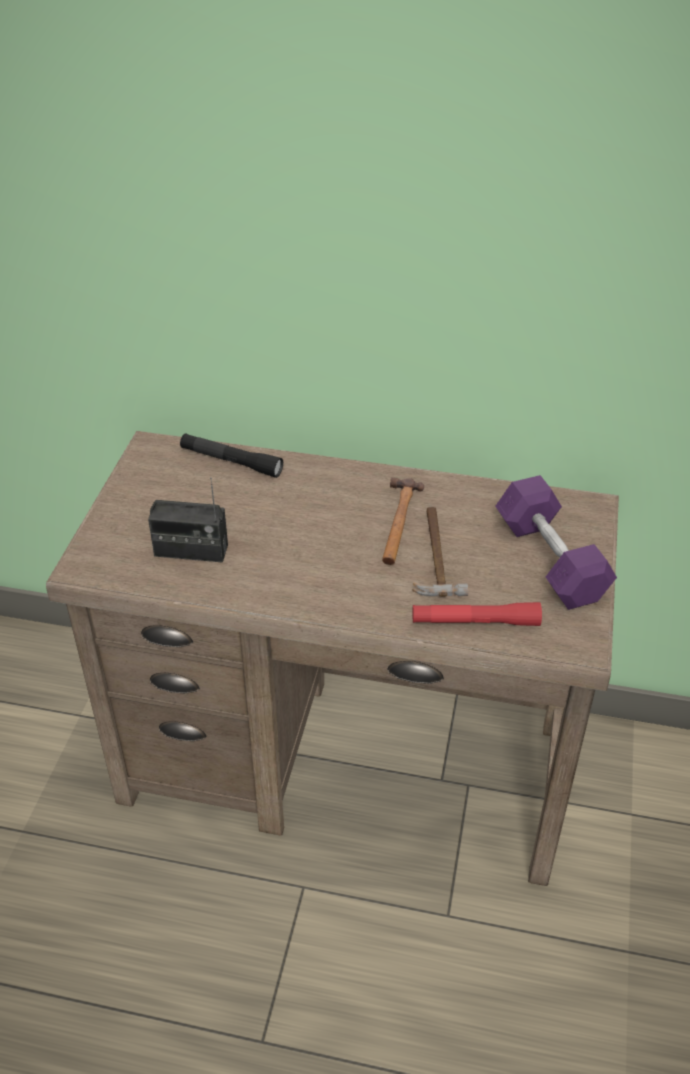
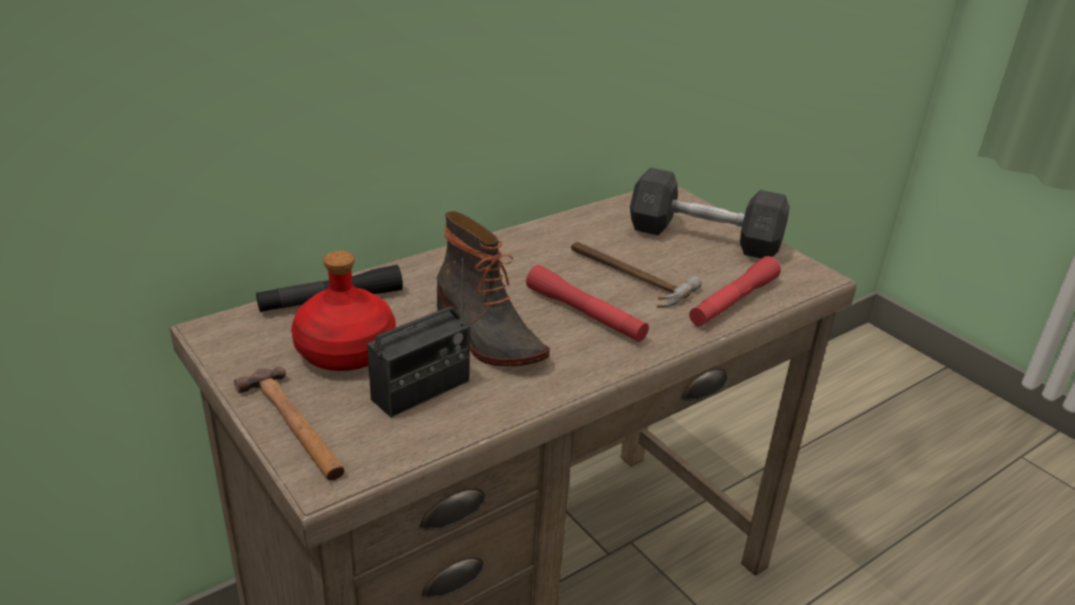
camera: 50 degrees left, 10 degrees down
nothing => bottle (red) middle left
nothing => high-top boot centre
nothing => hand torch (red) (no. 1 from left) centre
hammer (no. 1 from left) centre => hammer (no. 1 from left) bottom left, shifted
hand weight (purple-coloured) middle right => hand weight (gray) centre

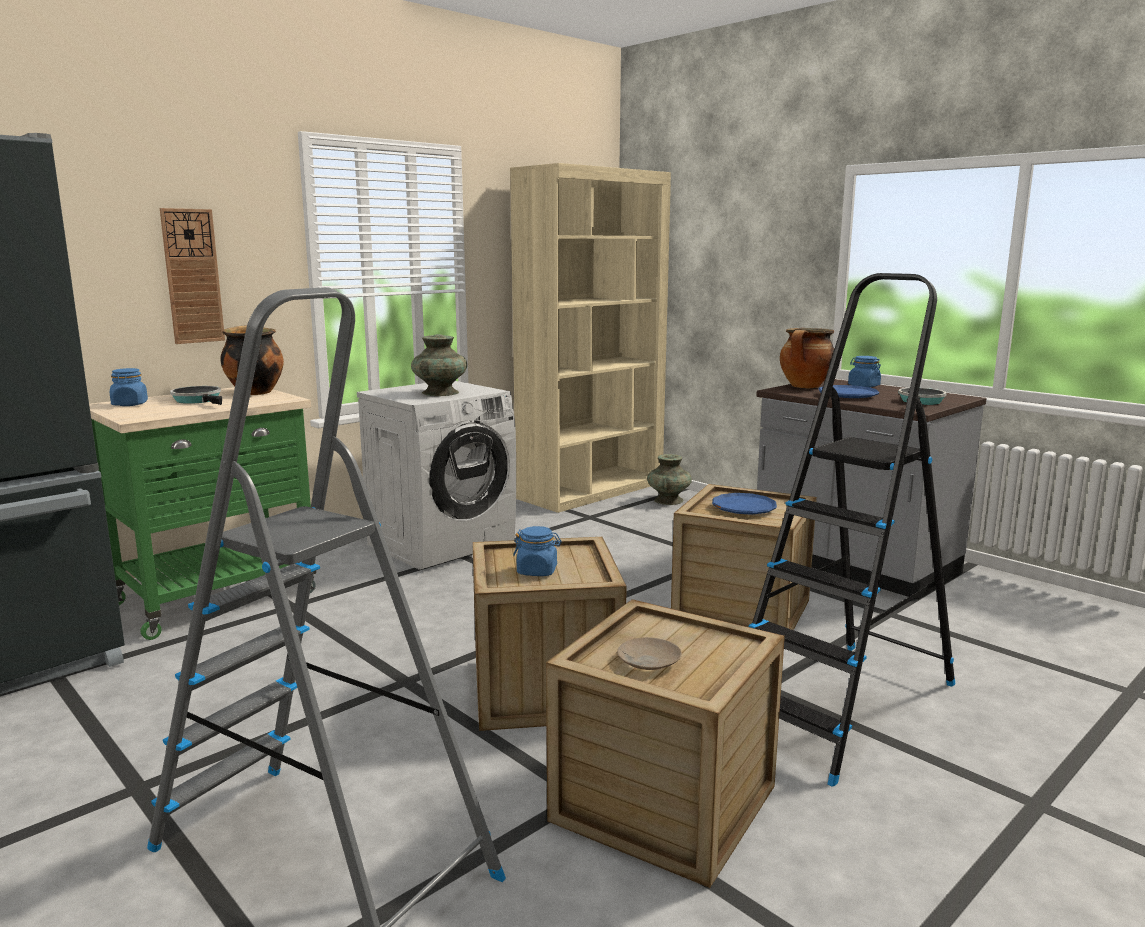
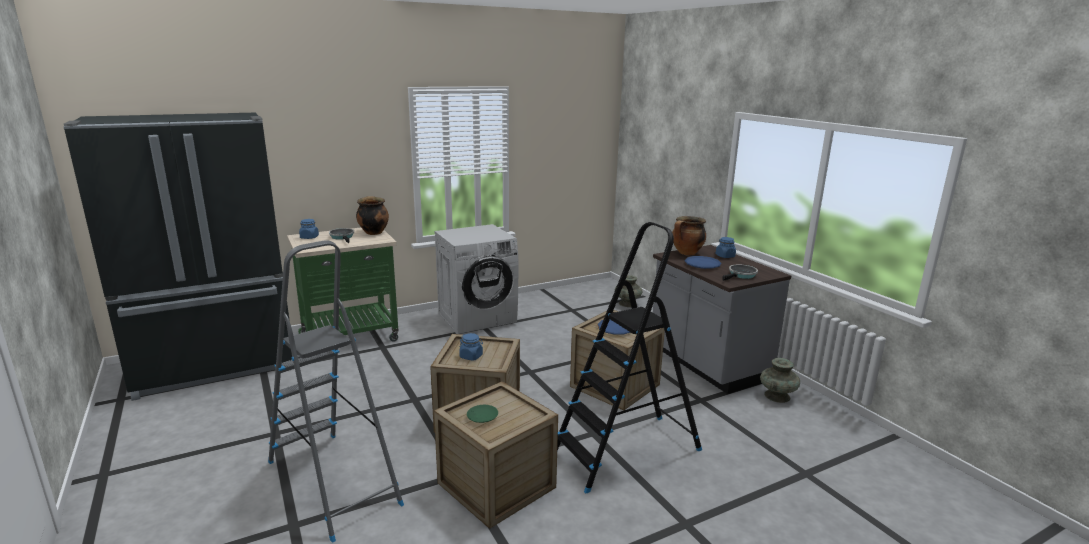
camera: 15 degrees right, 5 degrees up
wall clock top left => nothing
shelving unit (beige-coloured) centre => nothing
vase (blue-green) (no. 1 from left in the first image) centre => vase (blue-green) (no. 2 from left) bottom right, shifted
plate (beige-coloured) bottom centre => plate (greenish) bottom centre

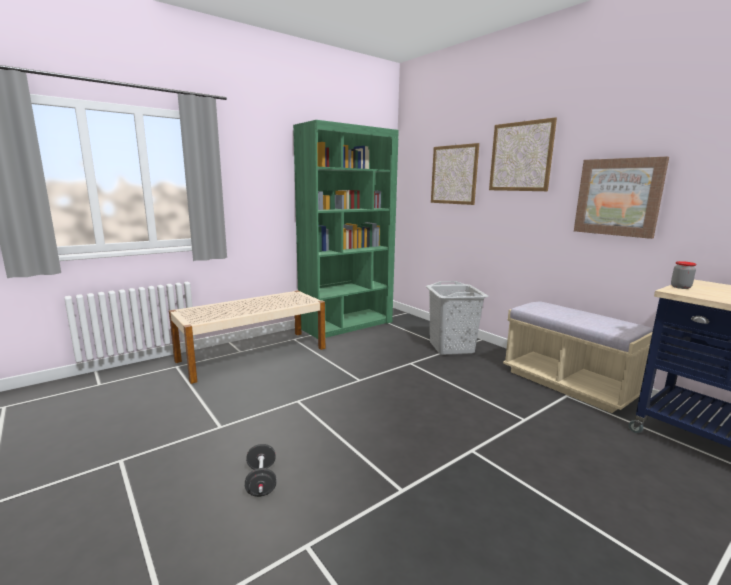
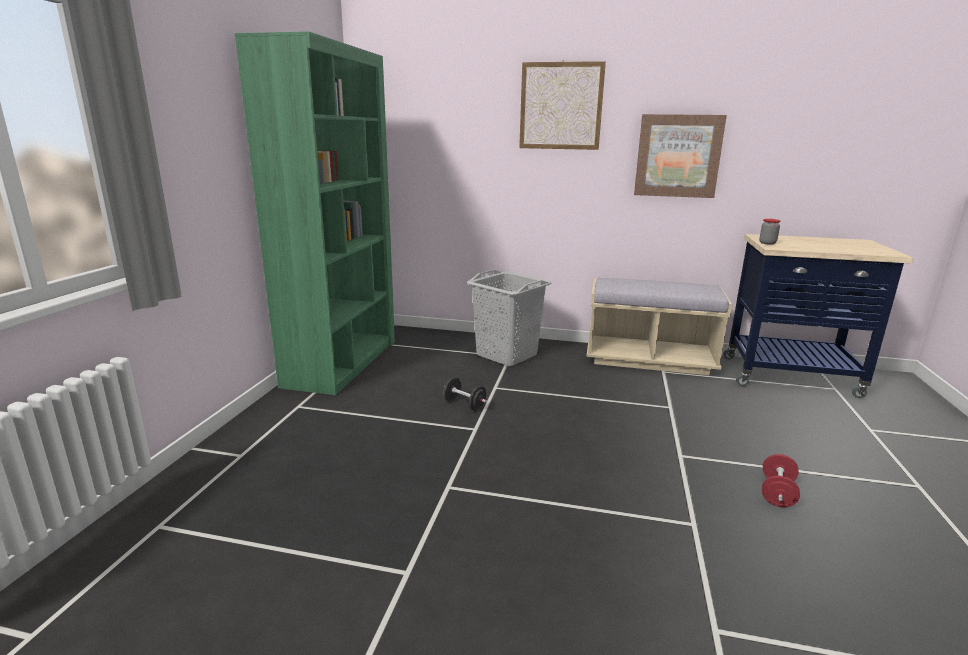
camera: 40 degrees left, 5 degrees up
long seat (beige-coloured) (no. 1 from left) centre => nothing
wall art (no. 1 from left) top centre => nothing
nothing => hand weight (red) bottom right
hand weight (black-coloured) bottom centre => hand weight (black-coloured) centre, shifted

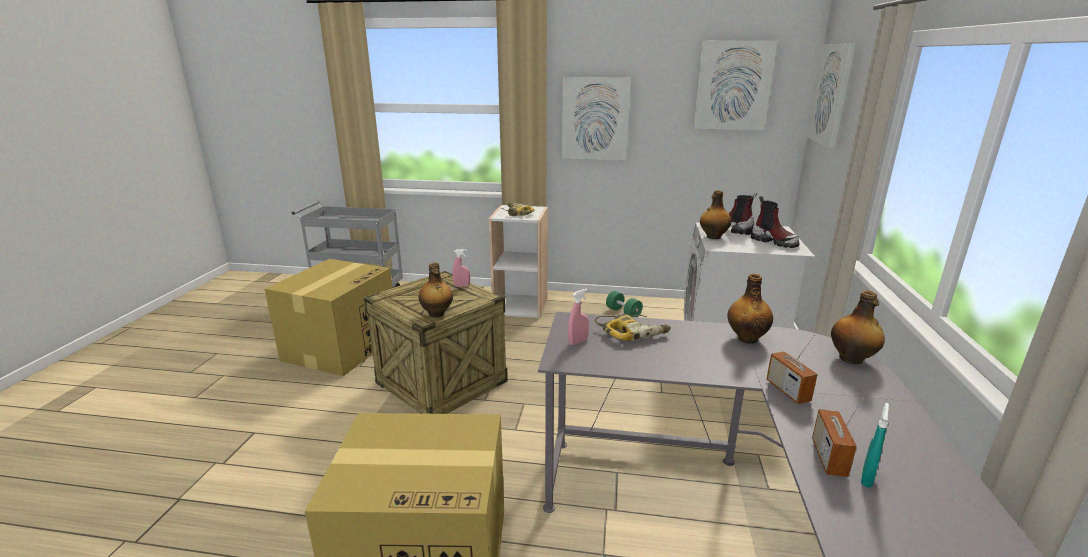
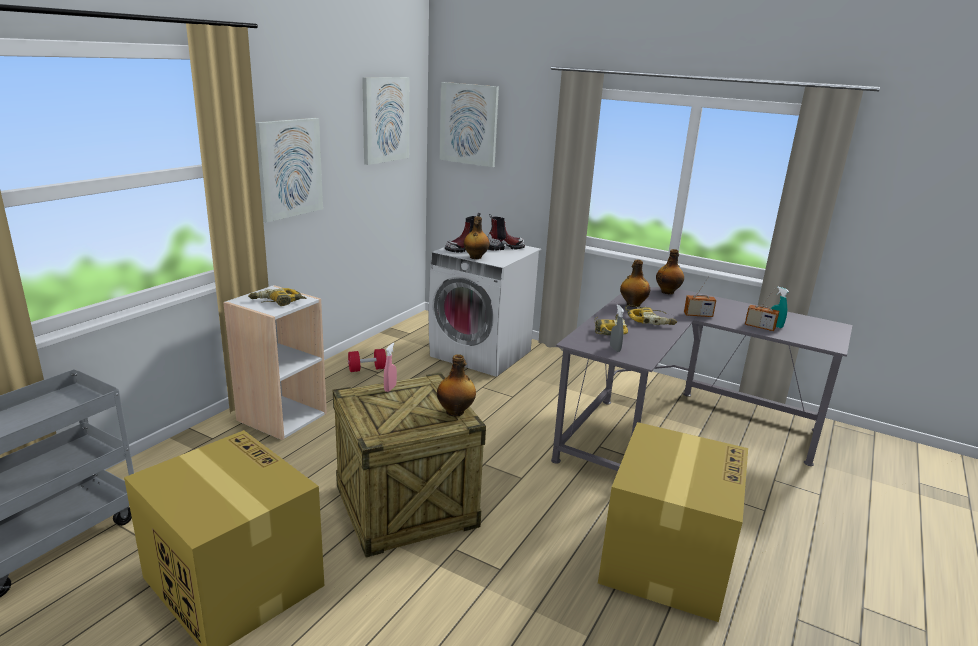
camera: 70 degrees left, 0 degrees up
nothing => power drill (no. 3 from left) centre
spray bottle (pink-coloured) (no. 2 from left) centre => spray bottle (gray) centre
hand weight (greenish) centre => hand weight (red) centre

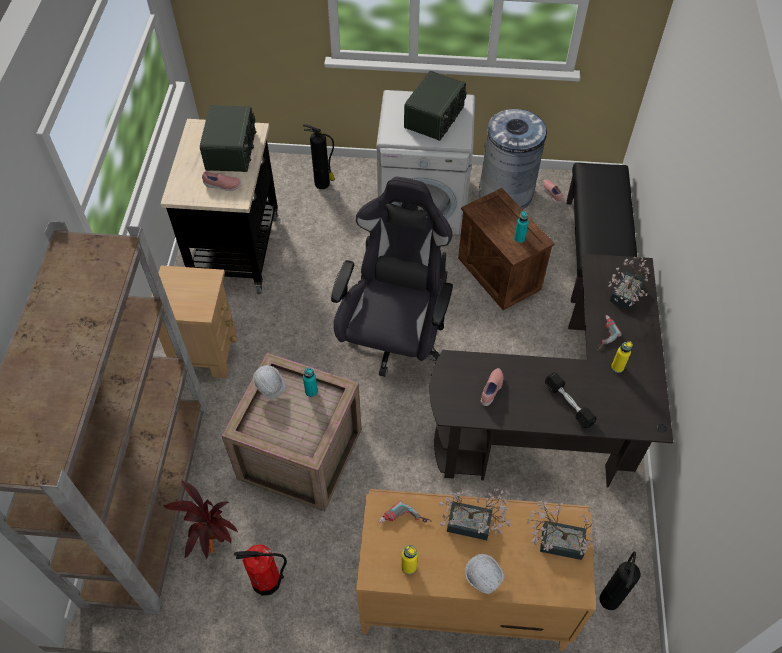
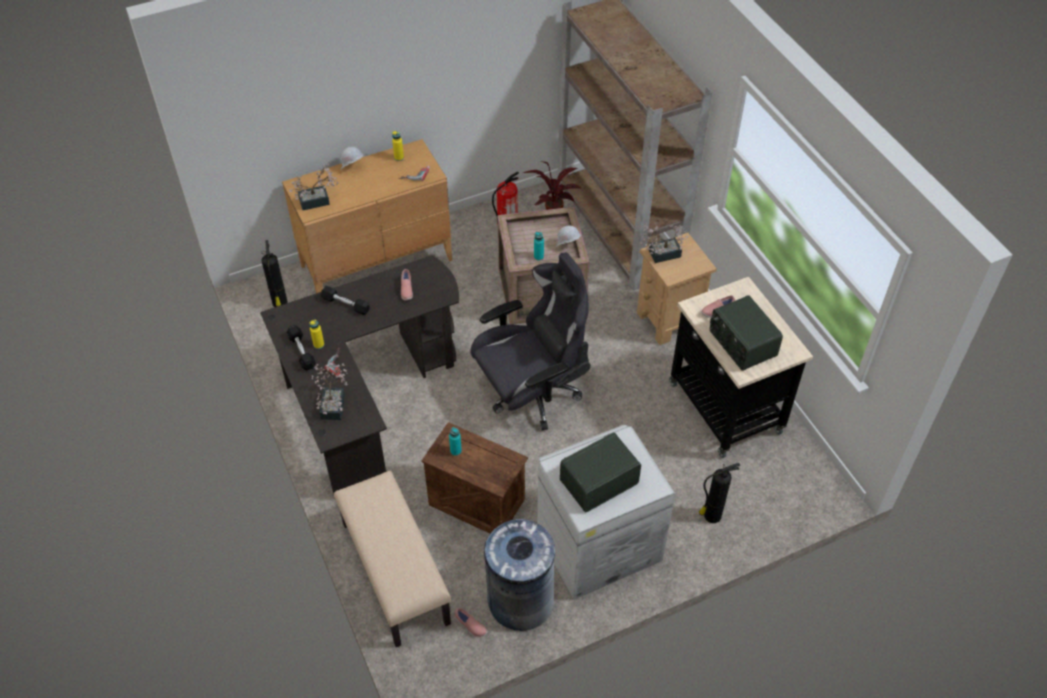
camera: 150 degrees right, 5 degrees down
nothing => hand weight (black-coloured) (no. 1 from left) middle left
potted plant (no. 2 from left in the first image) bottom centre => potted plant (no. 4 from left) centre, shifted
long seat (black-coloured) middle right => long seat (beige-coloured) bottom centre
desk chair (black-coloured) centre, 105 degrees counterclockwise
radio (no. 2 from left in the first image) top centre => radio (no. 1 from left) bottom centre, 60 degrees clockwise

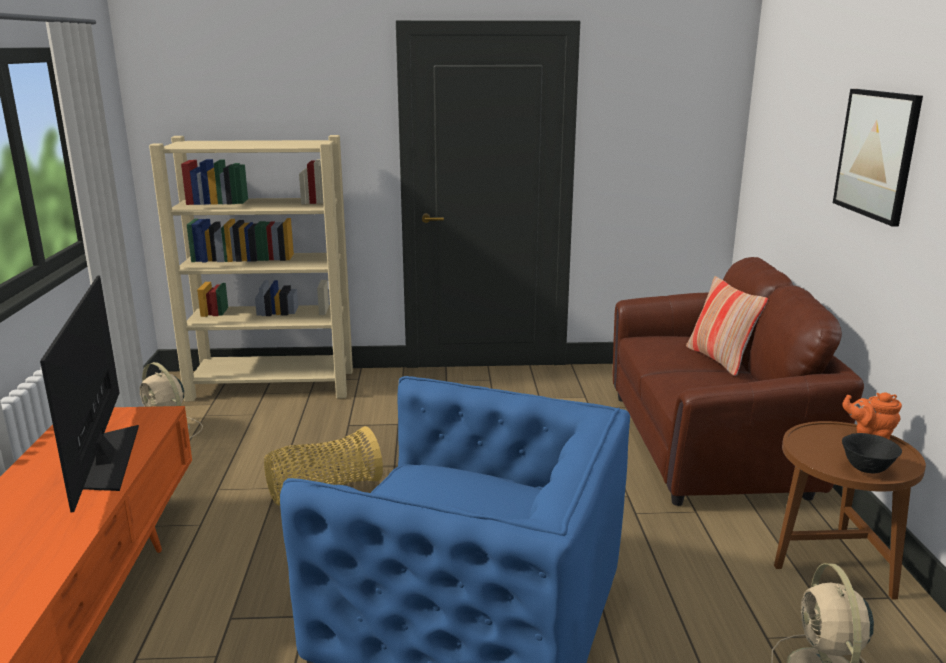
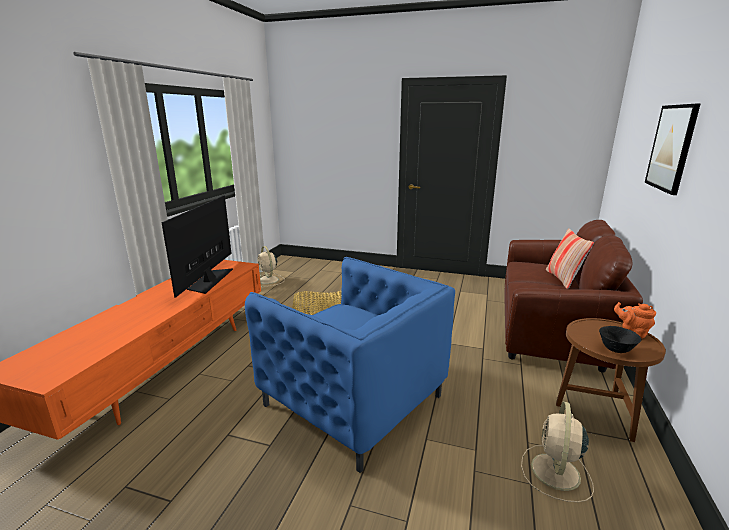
camera: 20 degrees right, 0 degrees up
shelving unit (beige-coloured) middle left => nothing

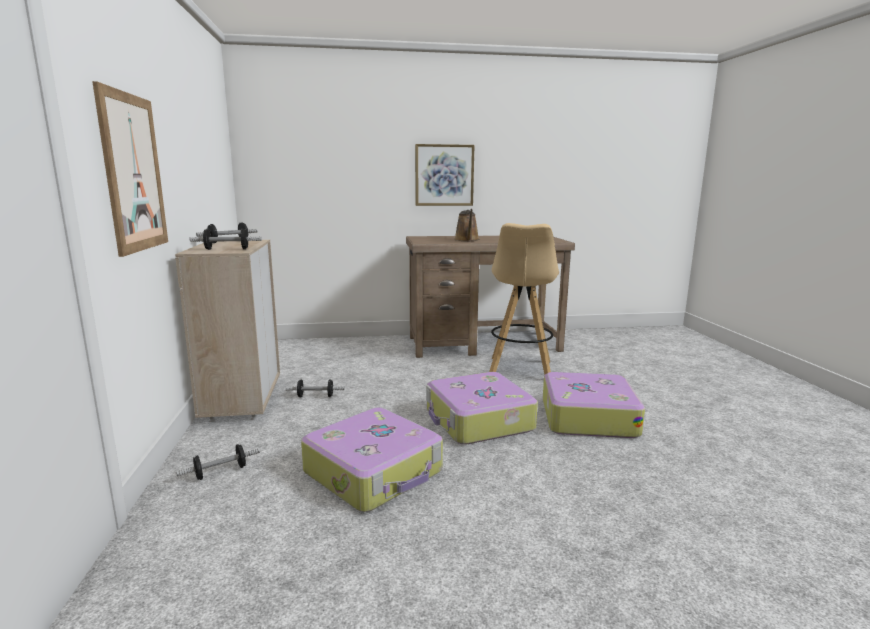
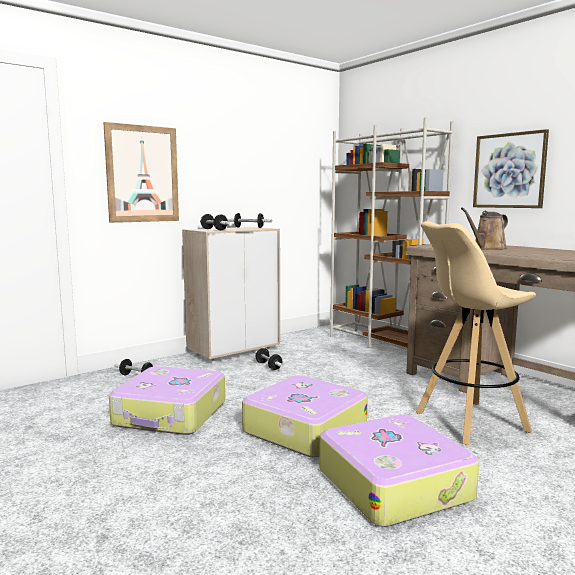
camera: 60 degrees right, 5 degrees down
nothing => shelving unit (brownish) middle right

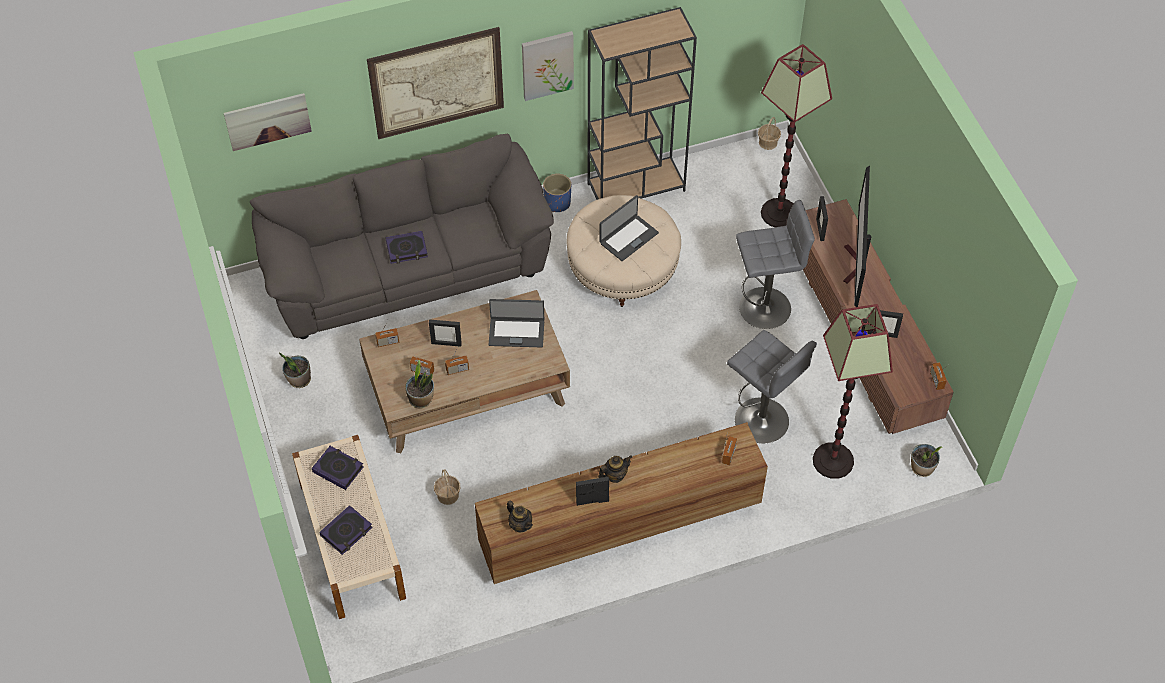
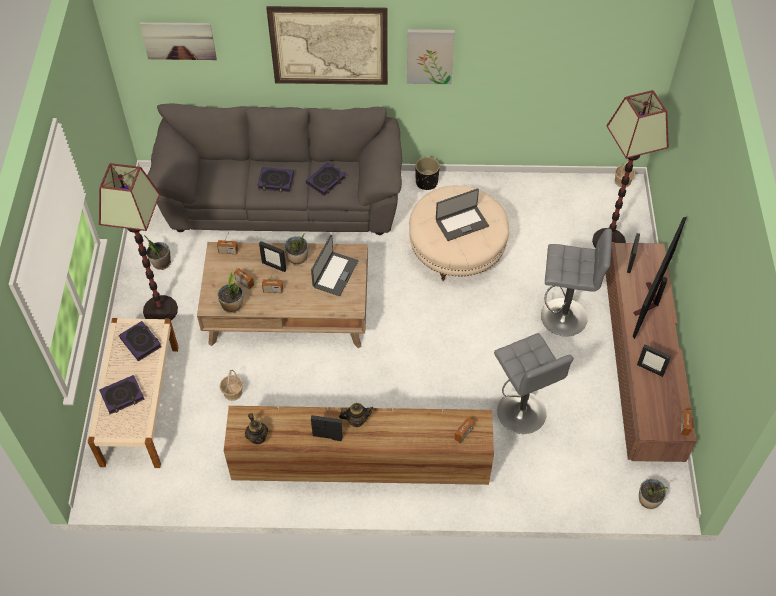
camera: 20 degrees right, 0 degrees up
shelving unit top centre => nothing
nothing => potted plant (no. 3 from left) centre
nothing => book (no. 4 from left) top centre
floor lamp (no. 2 from left in the first image) middle right => floor lamp (no. 1 from left) middle left, shifted
flower pot (blue-coloured) top centre => flower pot (black-coloured) top centre
notebook computer (no. 1 from left) centre, 90 degrees counterclockwise

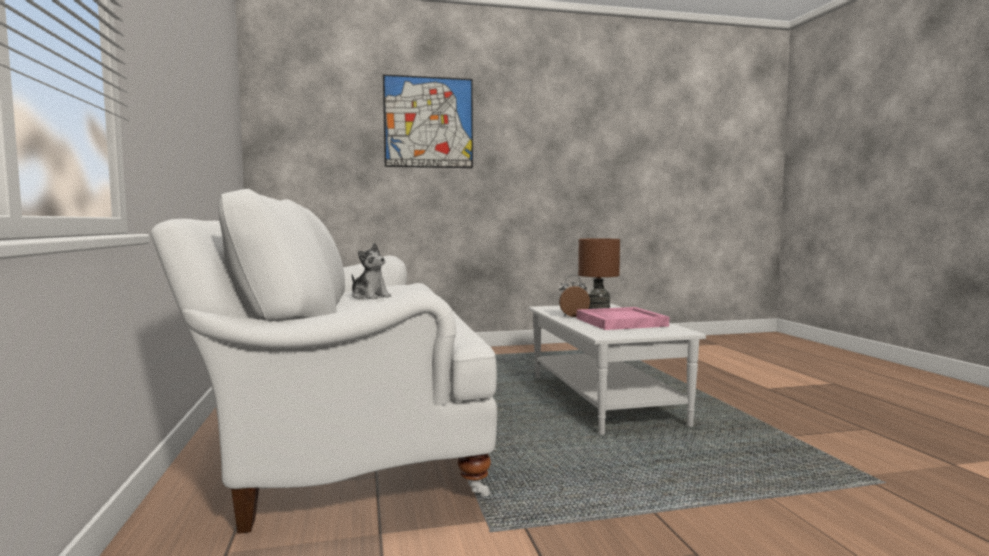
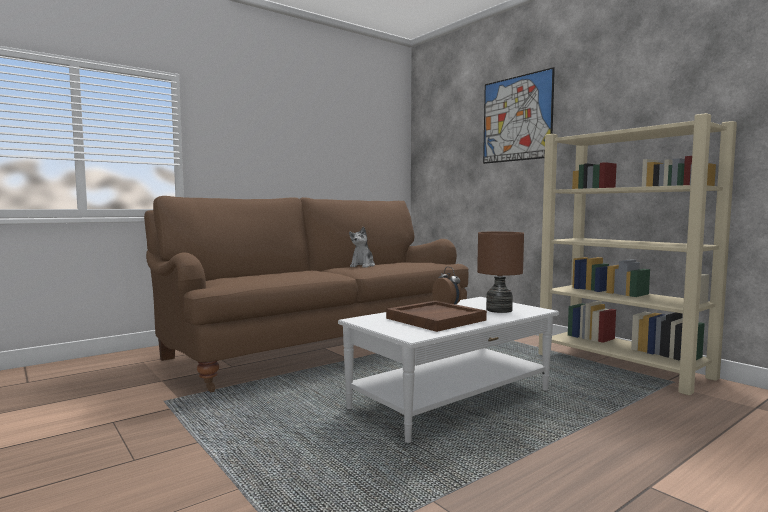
camera: 65 degrees right, 0 degrees up
nothing => shelving unit (beige-coloured) middle right
couch (white) middle left => couch (brownish) centre
serving tray (pink-coloured) centre => serving tray (brownish) centre

